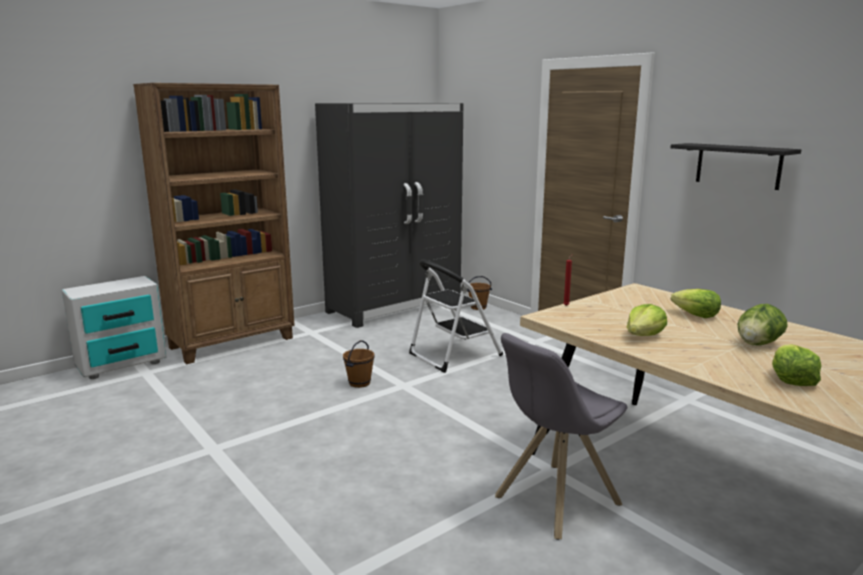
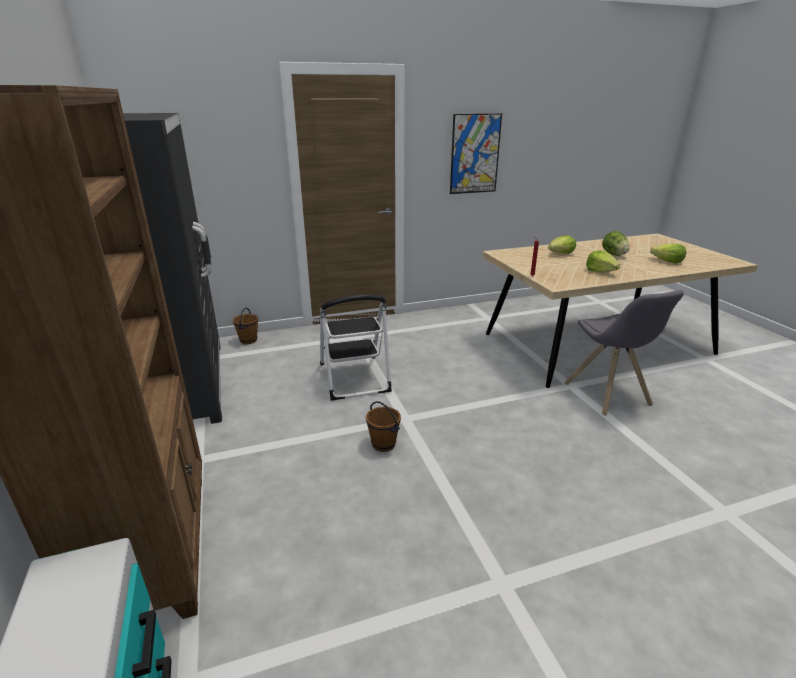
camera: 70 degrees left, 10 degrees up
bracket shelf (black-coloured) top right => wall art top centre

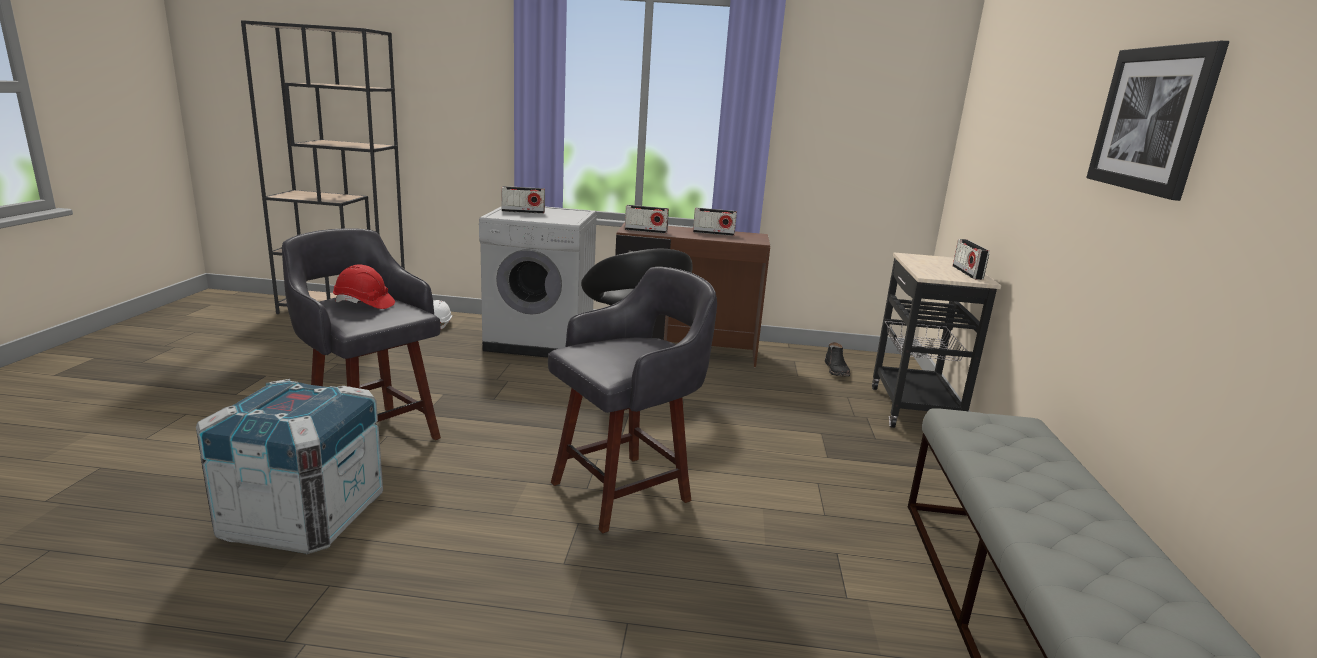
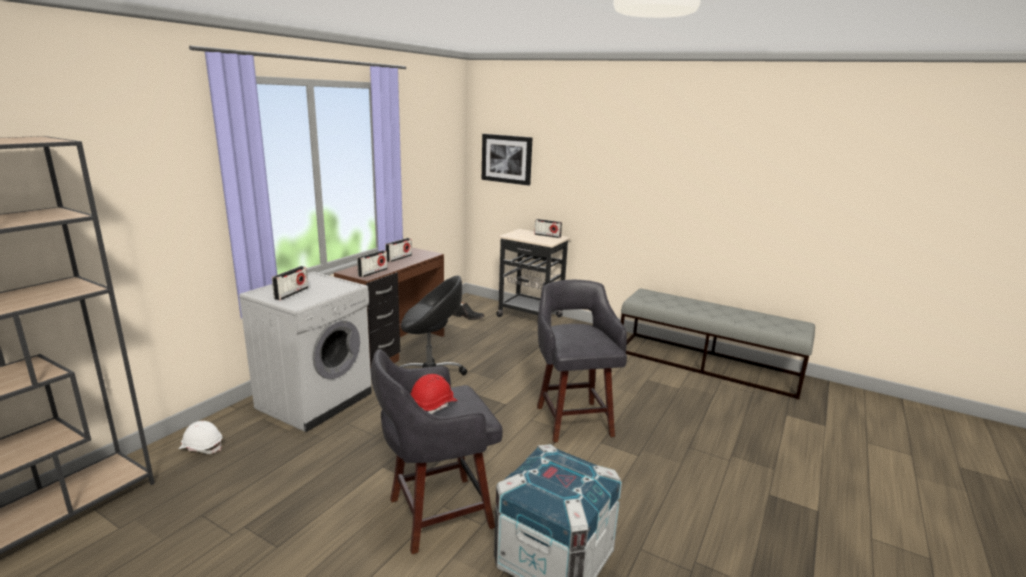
camera: 65 degrees left, 0 degrees up
wall art top right => wall art top centre, shifted

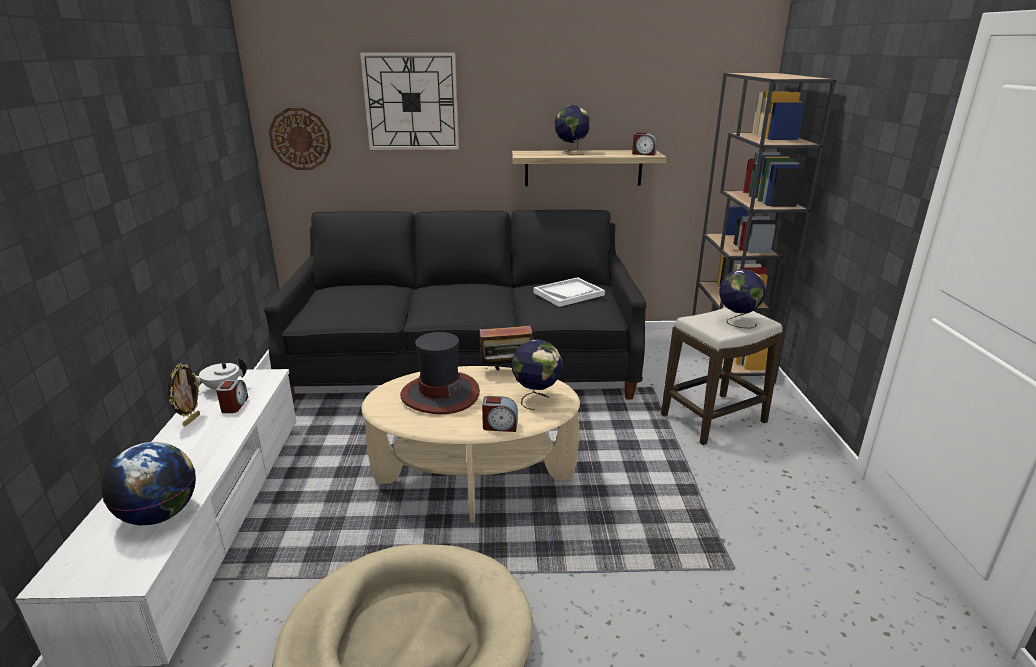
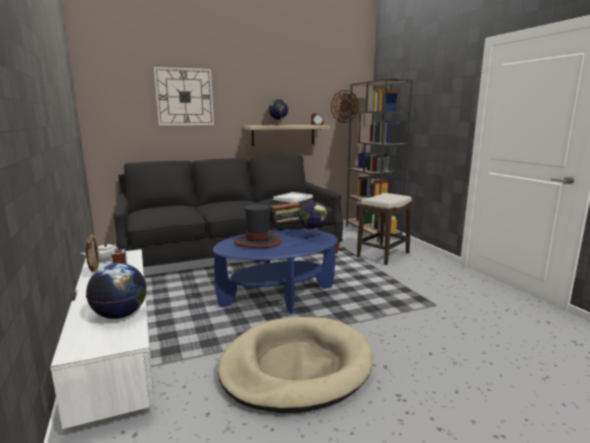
camera: 20 degrees left, 10 degrees down
table clock (no. 2 from left) centre => nothing
world globe (no. 4 from left) middle right => nothing
wall clock (no. 1 from left in the first image) top left => wall clock (no. 2 from left) top centre, shifted
low table (beige-coloured) centre => low table (blue-coloured) centre

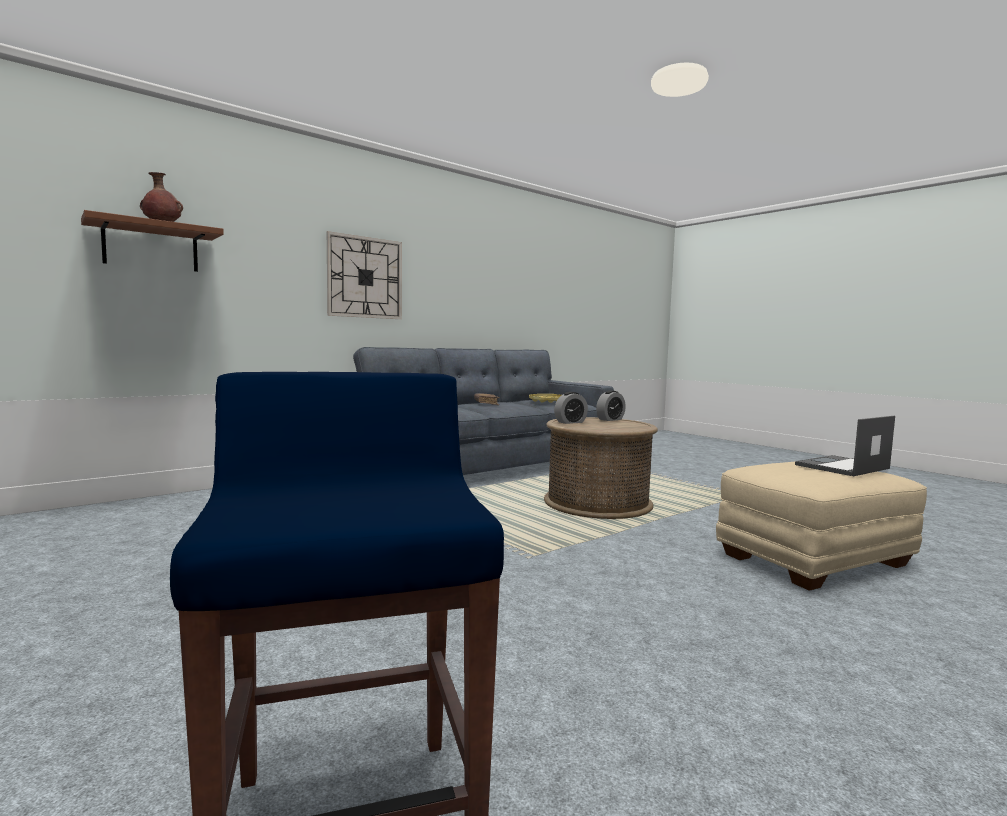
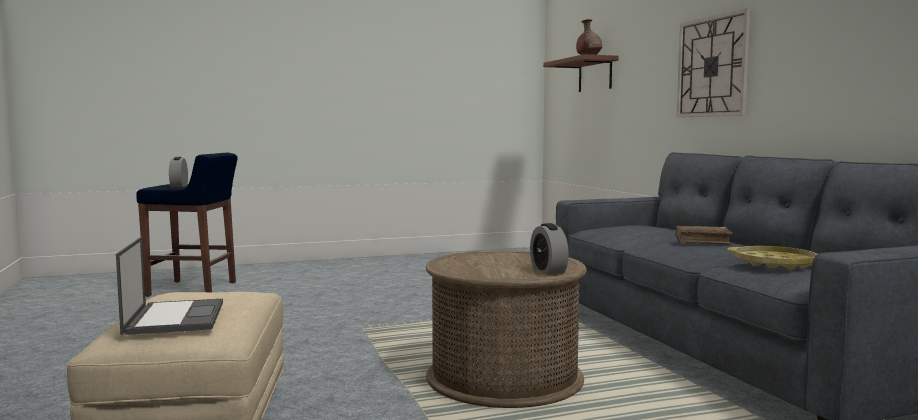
camera: 110 degrees right, 0 degrees up
table clock (no. 1 from left) centre => table clock (no. 1 from left) middle left, shifted

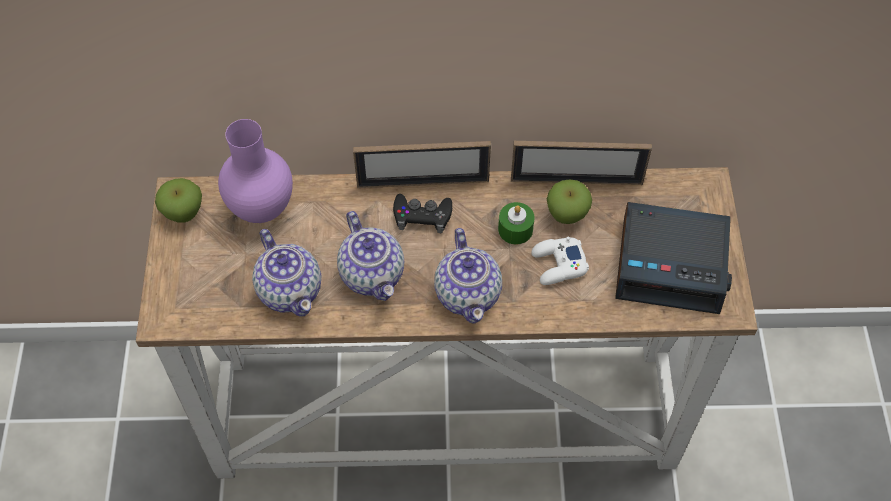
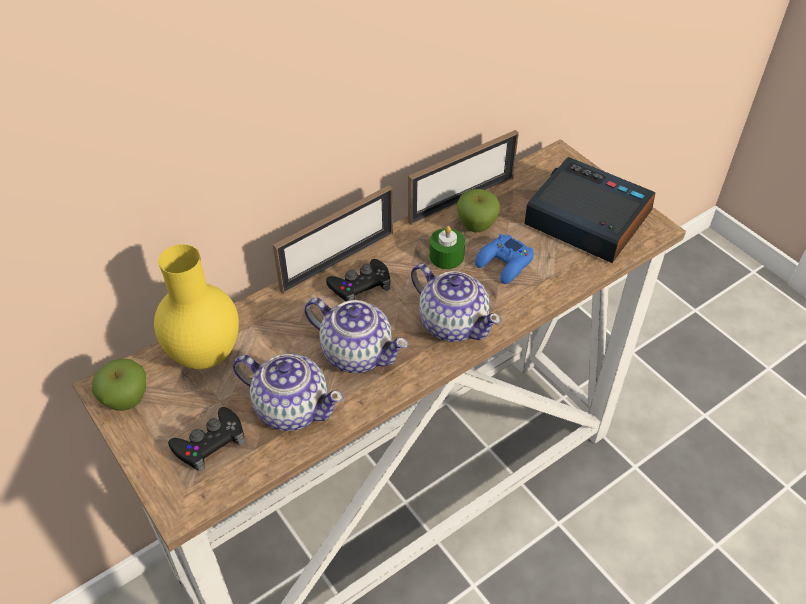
camera: 35 degrees left, 10 degrees down
nothing => game controller (black-coloured) (no. 1 from left) bottom left
vase (purple-coloured) middle left => vase (yellow-coloured) middle left
game controller (white) centre => game controller (blue-coloured) centre
table clock middle right, 120 degrees counterclockwise

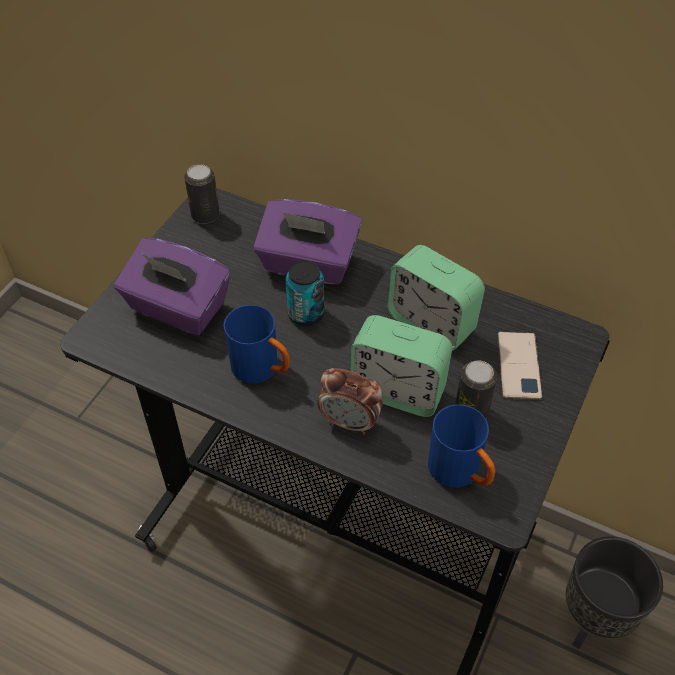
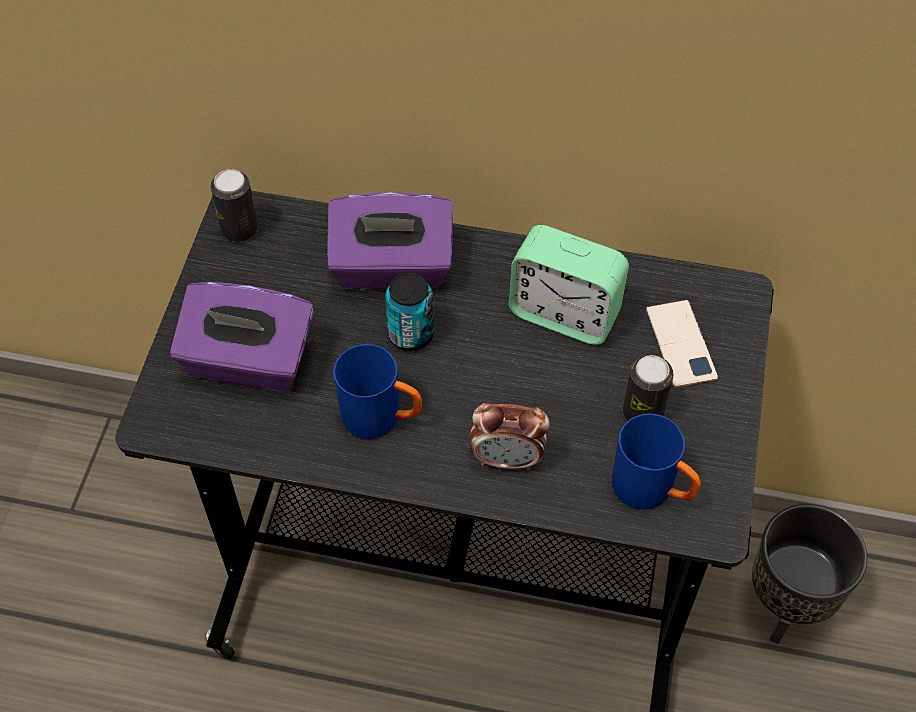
camera: 15 degrees left, 5 degrees up
table clock (no. 2 from left) centre => nothing

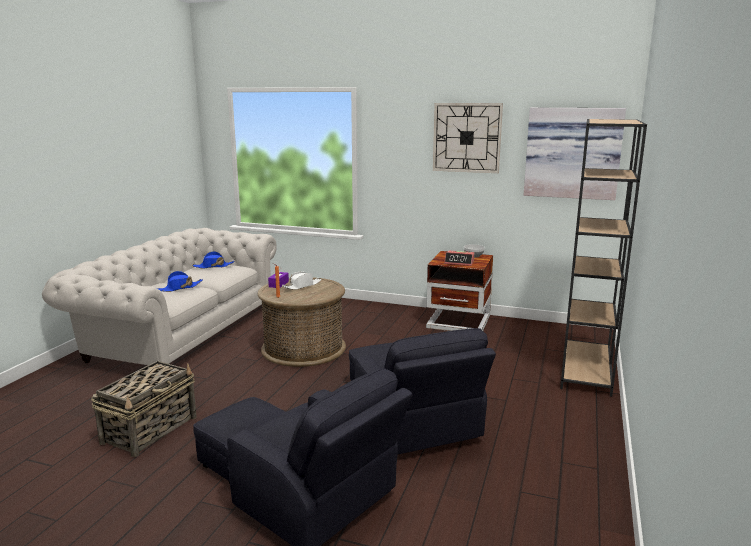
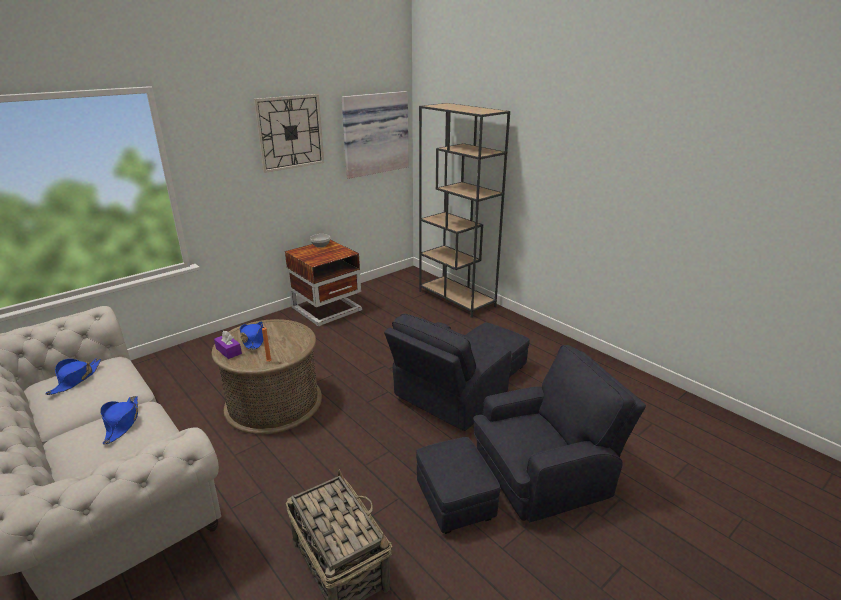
camera: 60 degrees left, 10 degrees up
table clock centre => nothing
hat (white) centre => hat (blue-coloured) (no. 3 from left) middle left
armchair (black-coloured) (no. 2 from left in the first image) bottom centre => armchair (black-coloured) (no. 1 from left) centre, 120 degrees clockwise

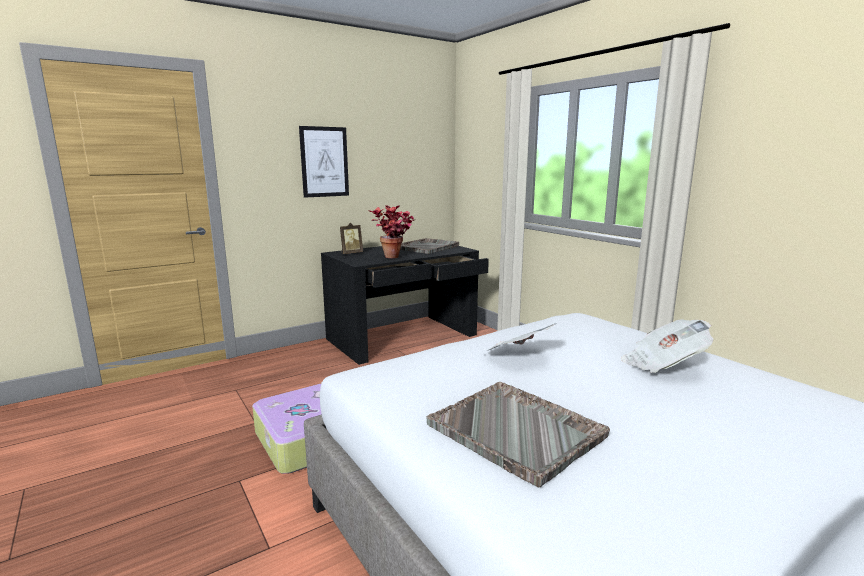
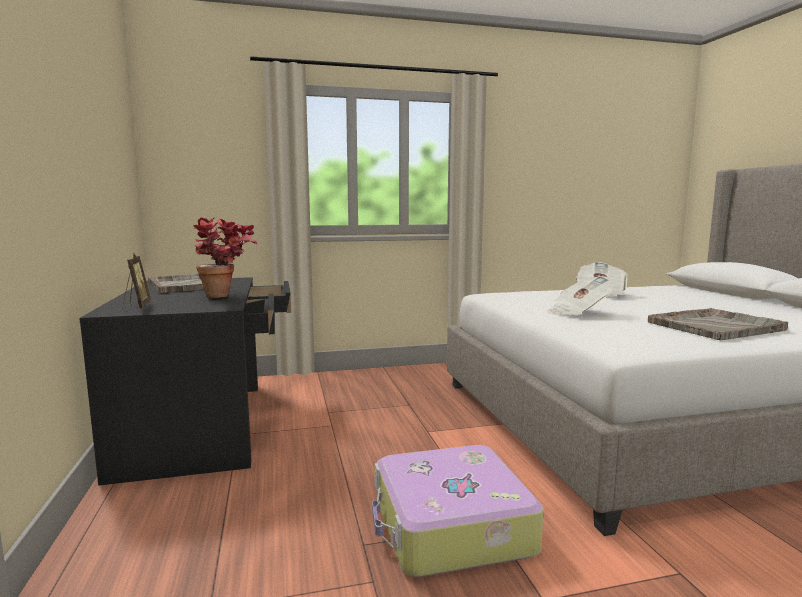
camera: 70 degrees left, 5 degrees down
wall art top centre => nothing

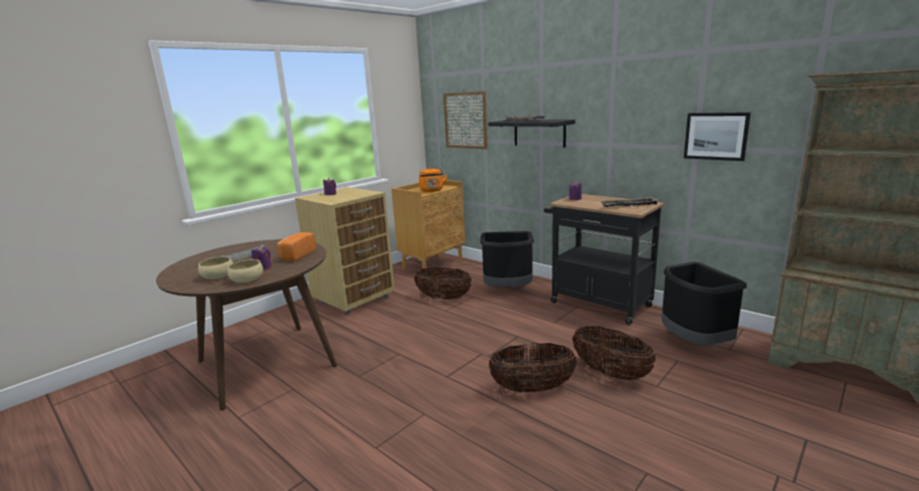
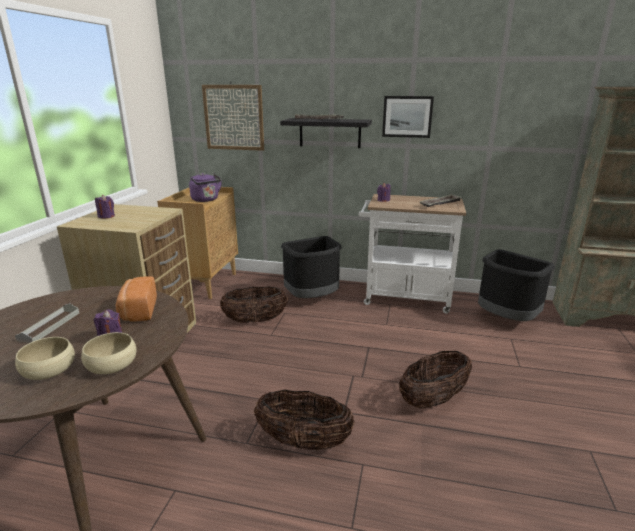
camera: 30 degrees left, 5 degrees up
household basket (no. 3 from left in the first image) bottom right => household basket (no. 2 from left) bottom centre, shifted
wall art (no. 2 from left) top right => wall art (no. 2 from left) top centre, shifted
kettle (orangey) centre => kettle (purple-coloured) middle left
cart (black-coloured) centre => cart (white) centre

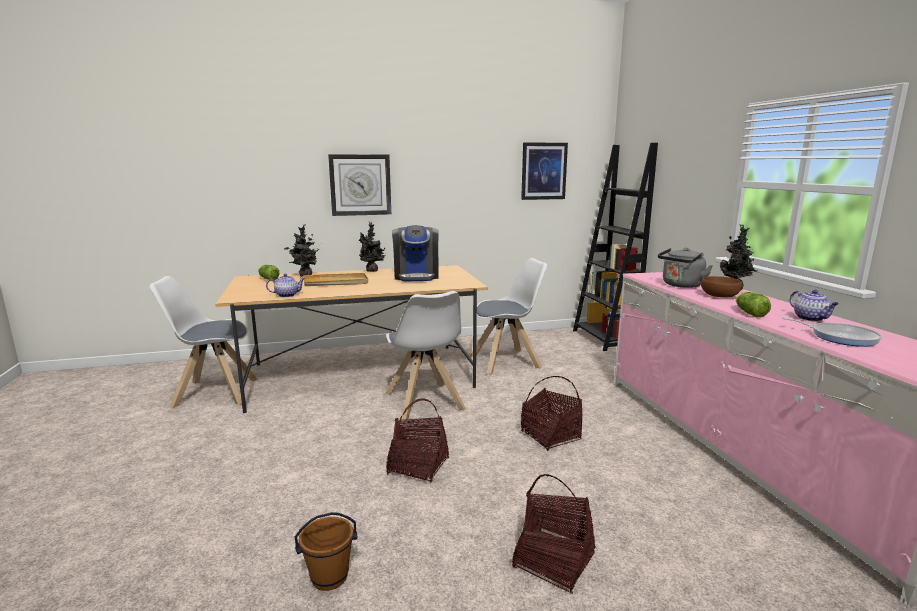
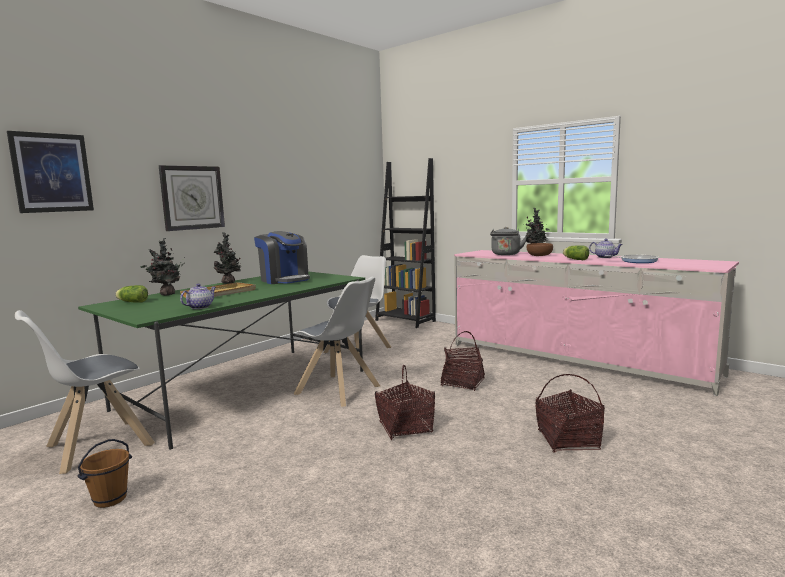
camera: 35 degrees left, 5 degrees down
water bucket (brownish) bottom centre => water bucket (brownish) bottom left, shifted
wall art top centre => wall art top left, shifted
dining table (beige-coloured) centre => dining table (greenish) middle left

